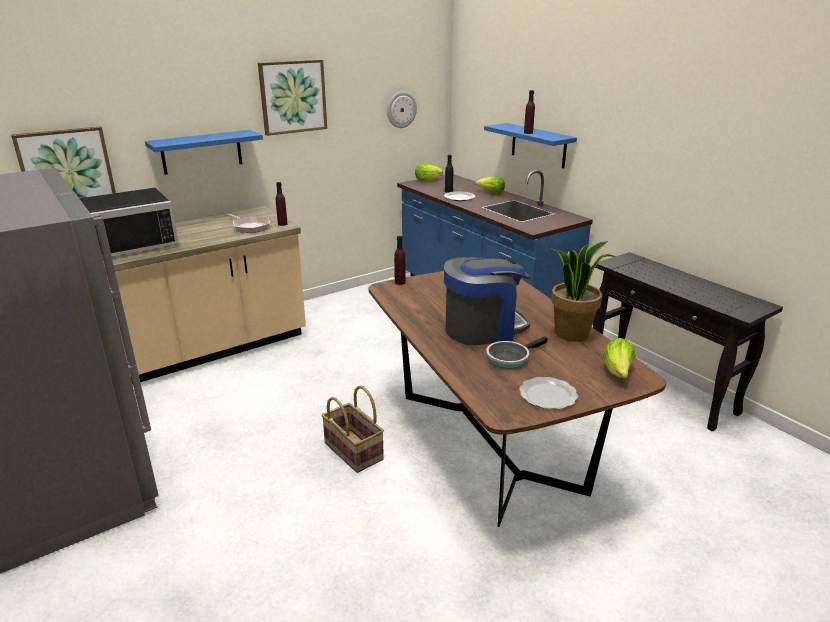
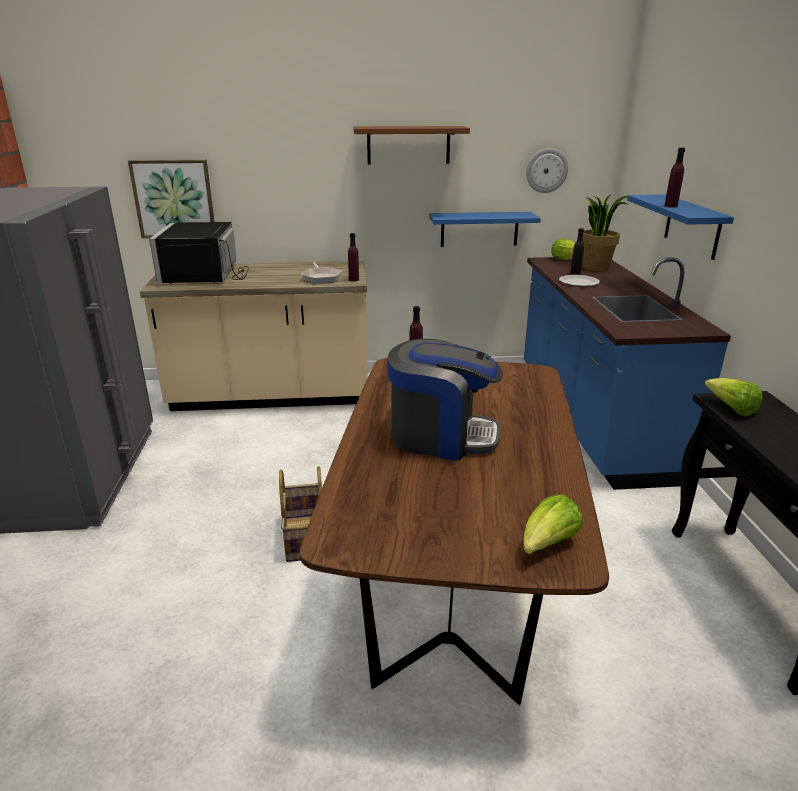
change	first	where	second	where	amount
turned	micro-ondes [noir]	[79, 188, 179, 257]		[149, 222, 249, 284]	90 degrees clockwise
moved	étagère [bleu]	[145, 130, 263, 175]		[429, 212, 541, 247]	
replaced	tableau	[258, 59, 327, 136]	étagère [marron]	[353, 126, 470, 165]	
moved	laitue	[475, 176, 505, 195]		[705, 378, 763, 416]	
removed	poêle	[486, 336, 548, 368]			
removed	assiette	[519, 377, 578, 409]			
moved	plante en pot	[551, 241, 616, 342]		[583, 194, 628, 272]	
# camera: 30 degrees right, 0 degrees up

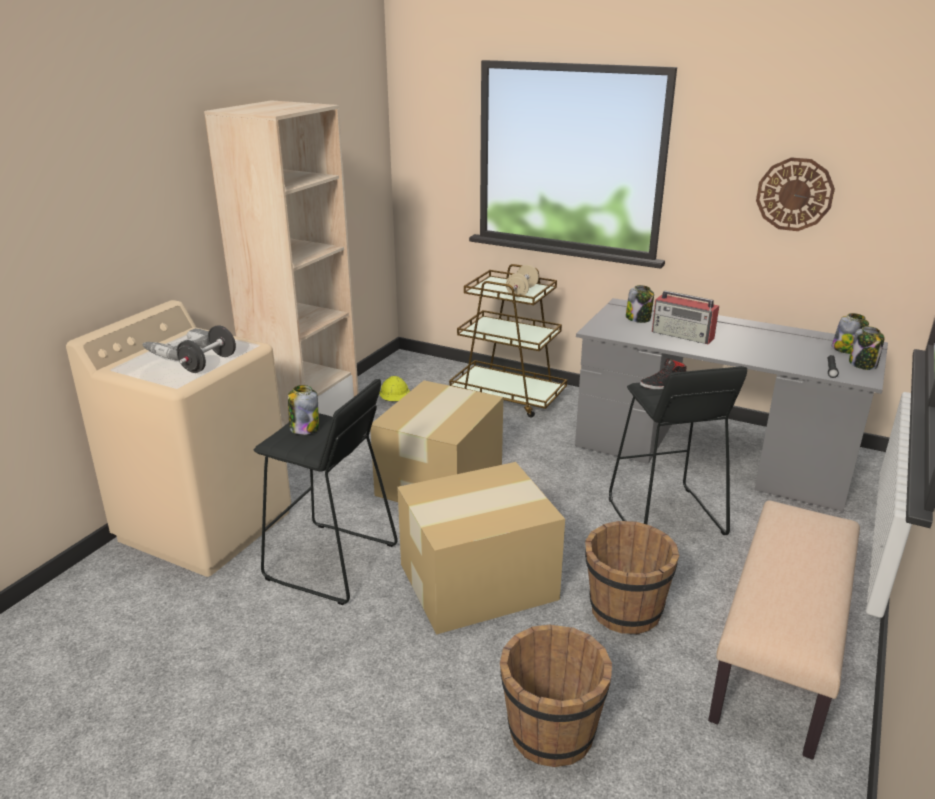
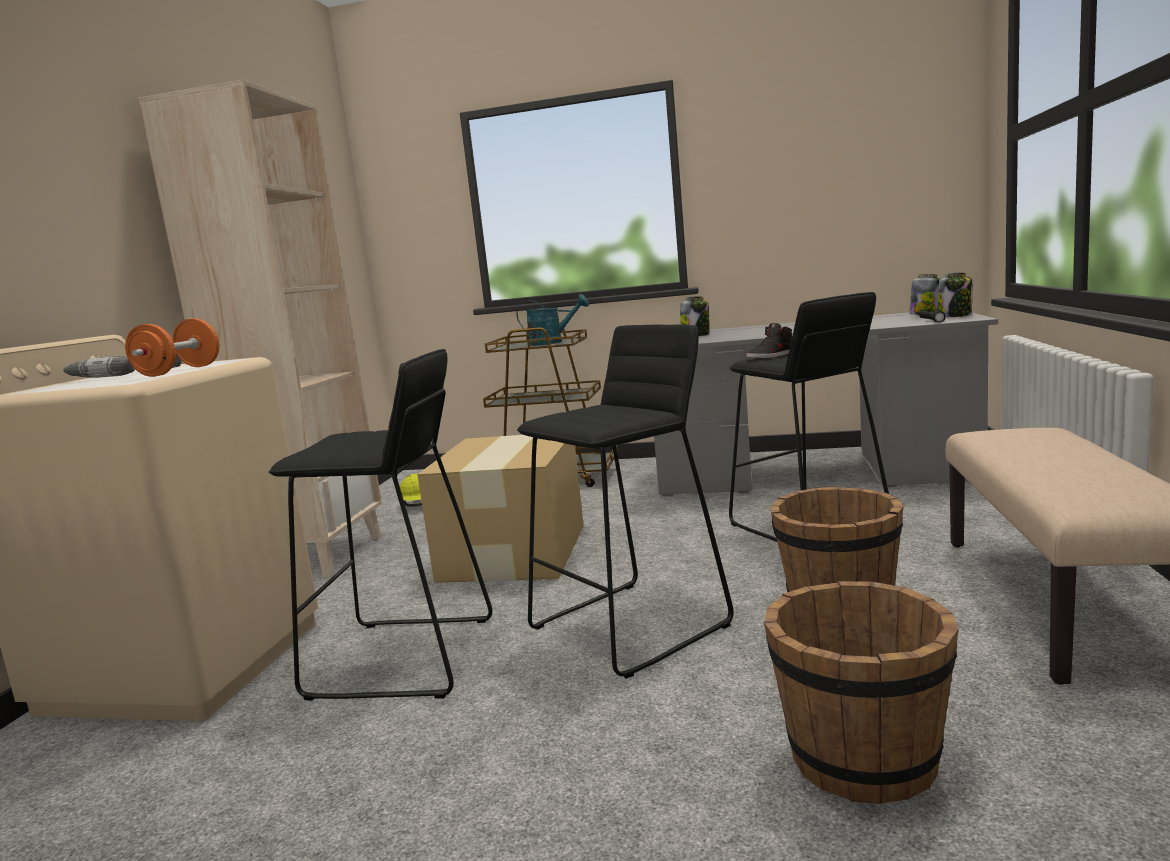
change	first	where	second	where	amount
recoloured	haltère [noir]	[177, 325, 236, 373]	haltère [orange]	[125, 319, 219, 377]	
removed	bocal	[288, 385, 319, 435]			
replaced	carton	[397, 462, 565, 635]	tabouret [noir]	[517, 325, 733, 679]	
replaced	haltère [beige]	[506, 265, 539, 297]	arrosoir [turquoise]	[516, 294, 589, 346]	
removed	radio	[652, 291, 719, 344]			
removed	horloge murale	[756, 157, 835, 231]			
# camera: 15 degrees left, 15 degrees down

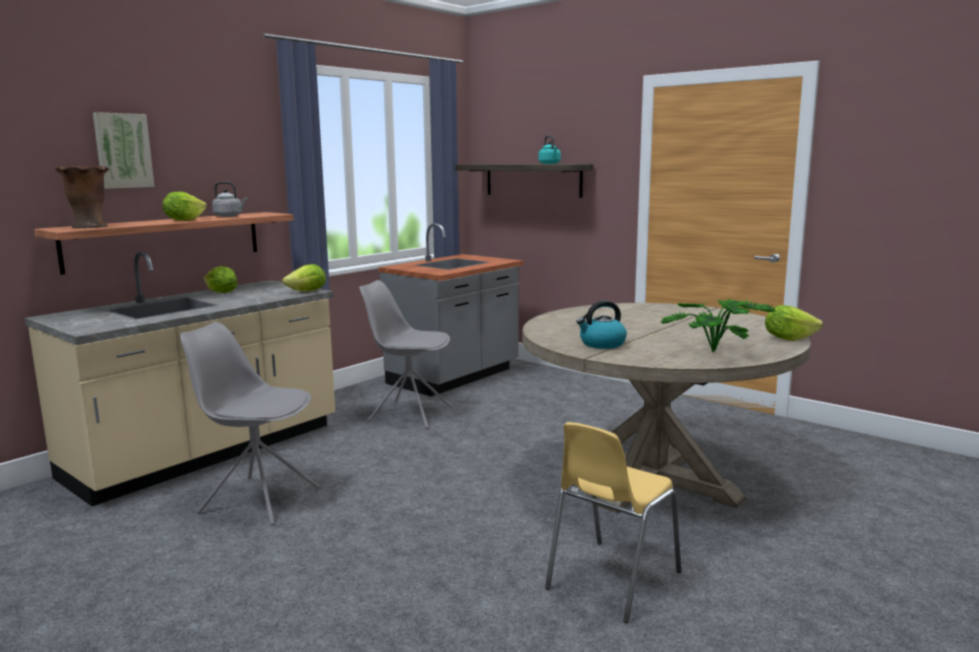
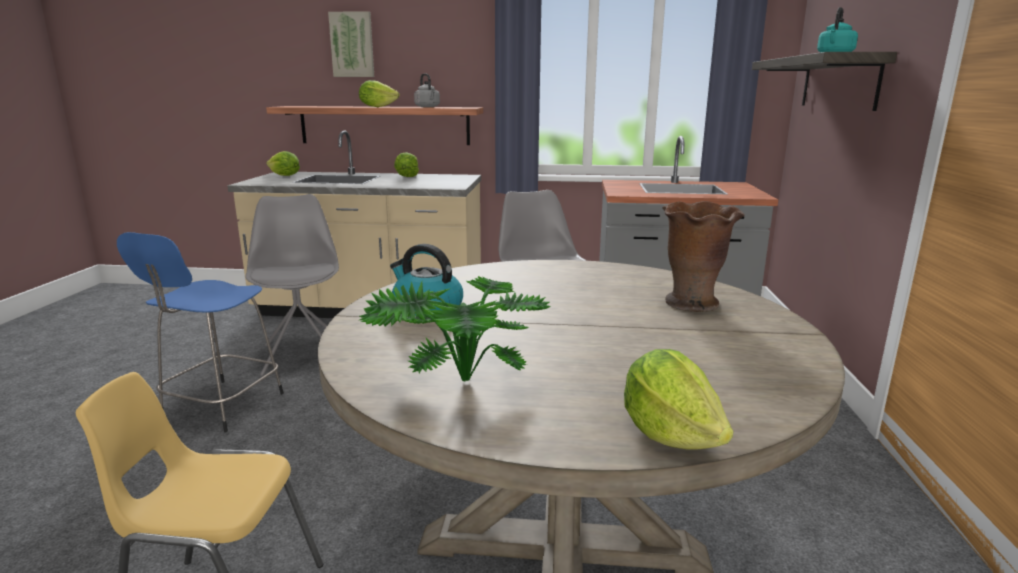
change	first	where	second	where	amount
moved	vase [marron]	[55, 166, 109, 228]		[662, 201, 745, 312]	
moved	laitue	[282, 264, 326, 292]		[266, 151, 300, 176]	
added			tabouret [bleu]	[117, 232, 284, 432]	
# camera: 55 degrees right, 5 degrees up

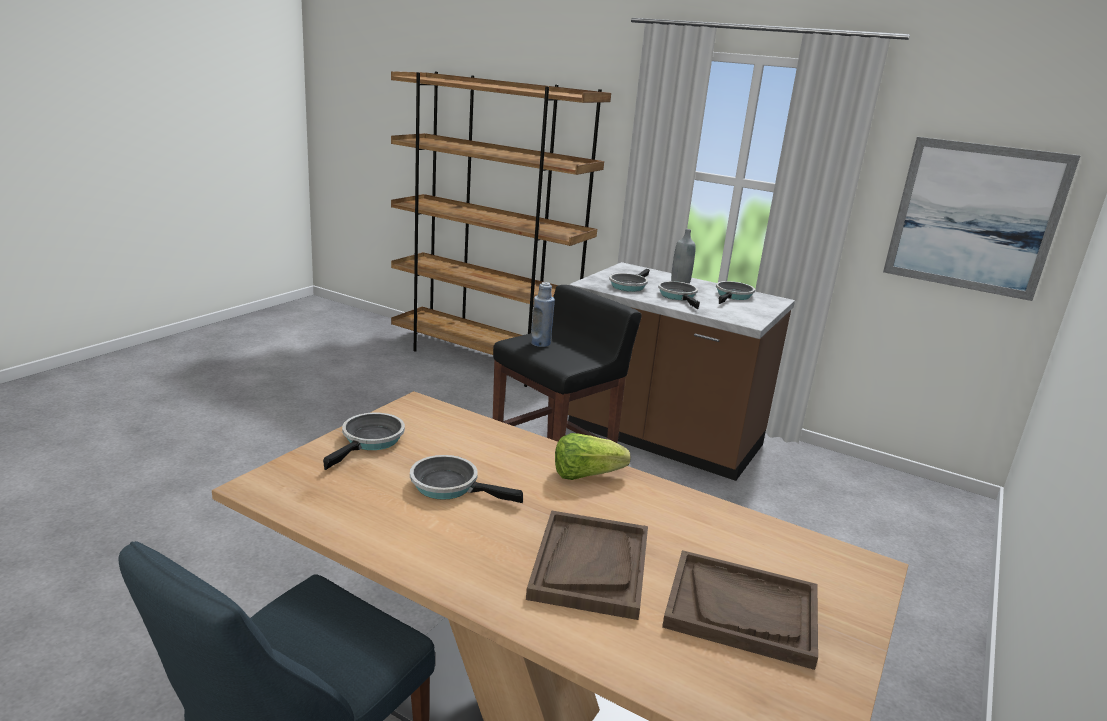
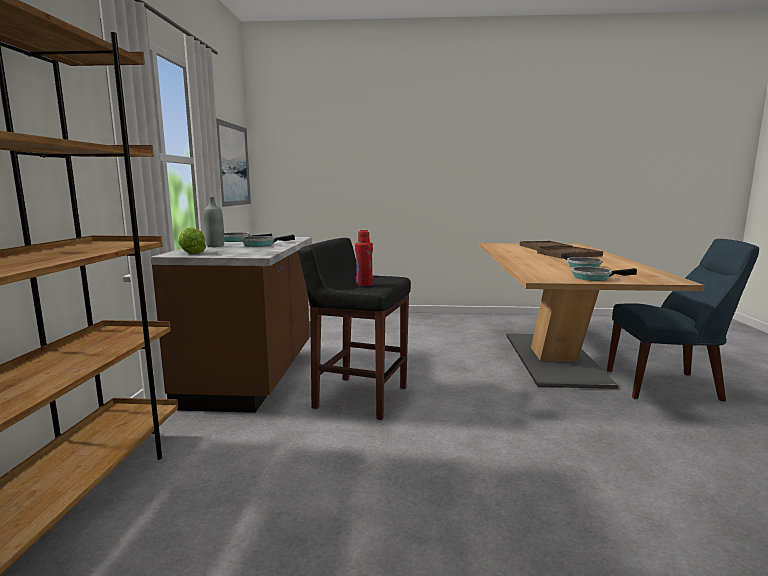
change	first	where	second	where	amount
recoloured	bouteille [bleu]	[531, 282, 555, 347]	bouteille [rouge]	[355, 230, 374, 286]	
moved	laitue	[555, 433, 630, 480]		[178, 227, 206, 254]	
removed	poêle	[609, 269, 650, 292]			
# camera: 115 degrees left, 10 degrees down

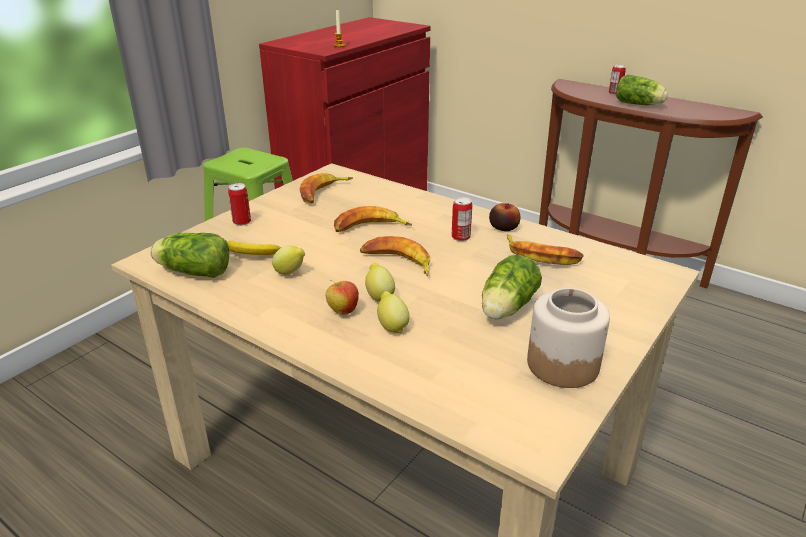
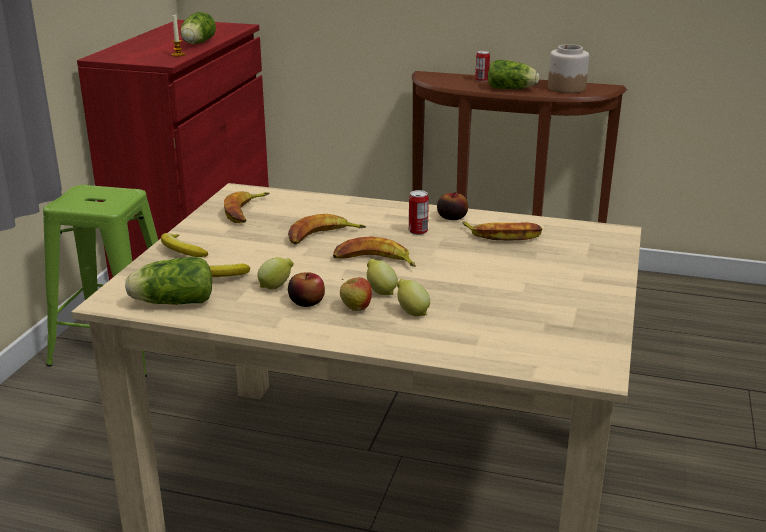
change	first	where	second	where	amount
replaced	boîte métallique	[228, 183, 251, 226]	banane	[161, 233, 208, 257]	
moved	laitue	[482, 255, 542, 319]		[180, 12, 216, 44]	
moved	bocal	[527, 288, 610, 388]		[548, 44, 589, 93]	
added			pomme	[288, 272, 325, 307]	
# camera: 20 degrees left, 5 degrees down

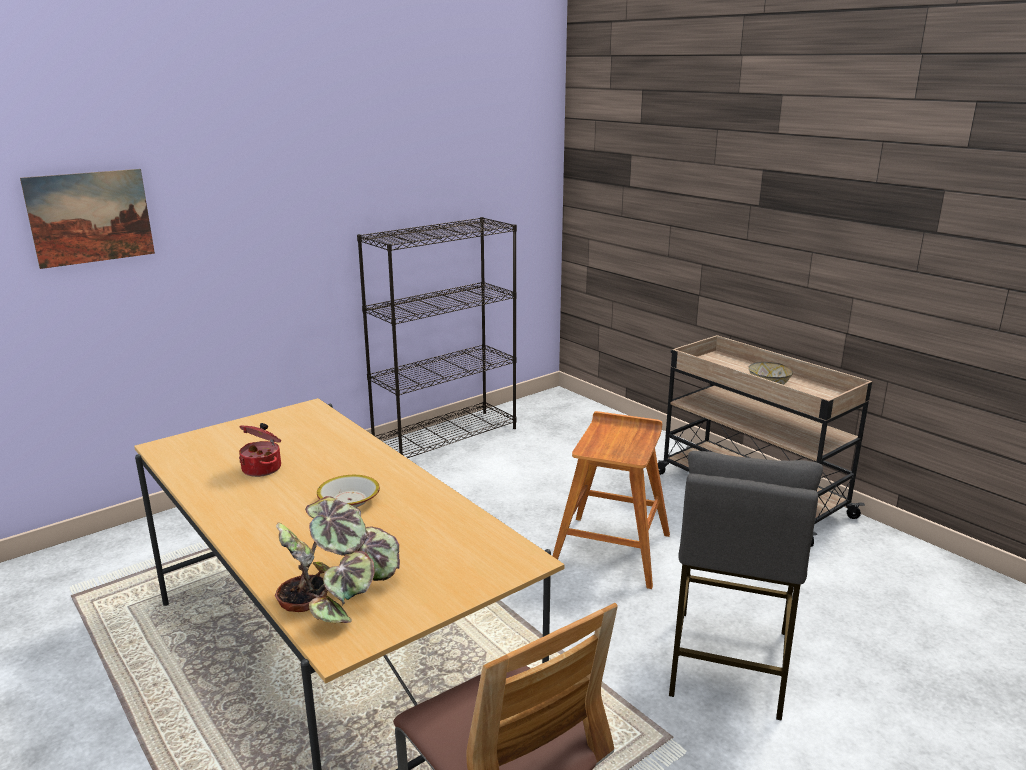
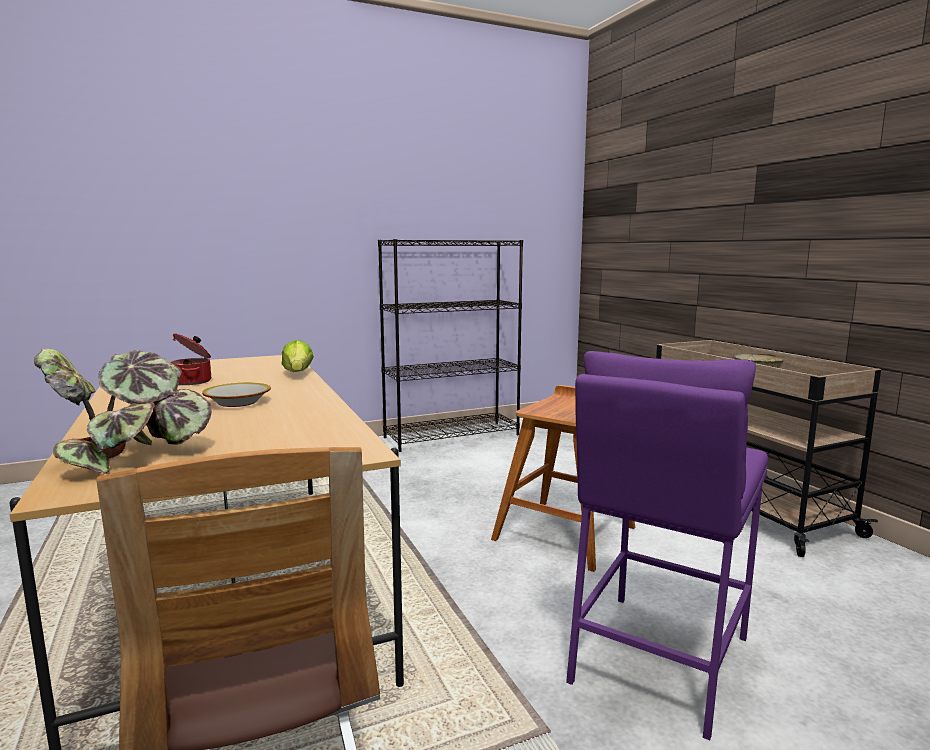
change	first	where	second	where	amount
removed	tableau	[20, 169, 155, 269]			
recoloured	tabouret [gris]	[669, 451, 823, 721]	tabouret [violet]	[566, 351, 768, 740]	
added			laitue	[282, 340, 314, 372]	
# camera: 15 degrees right, 10 degrees down

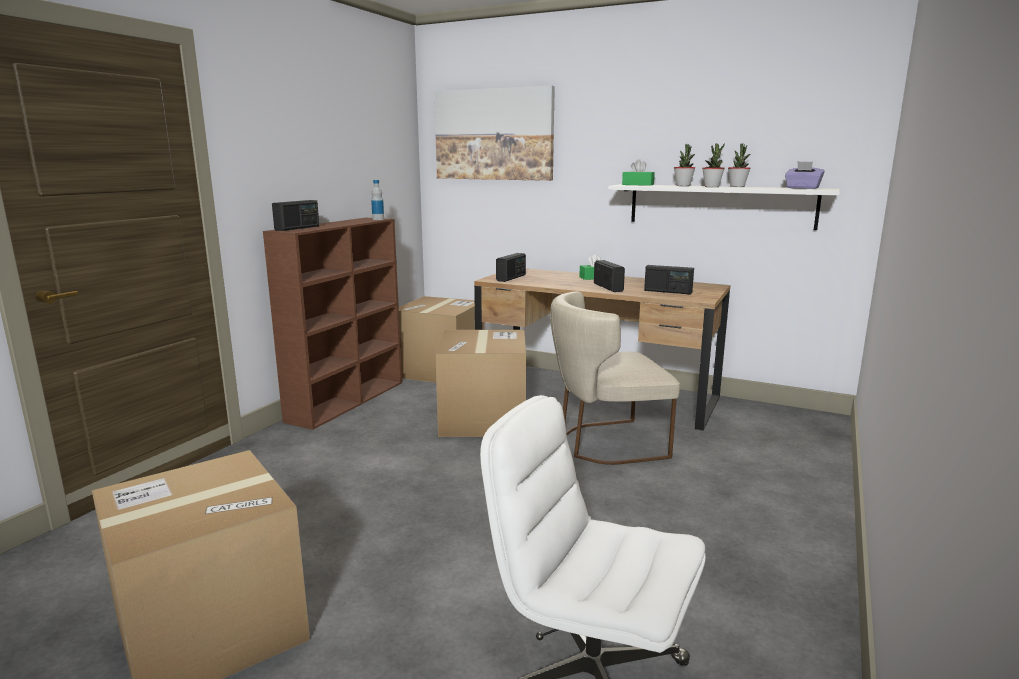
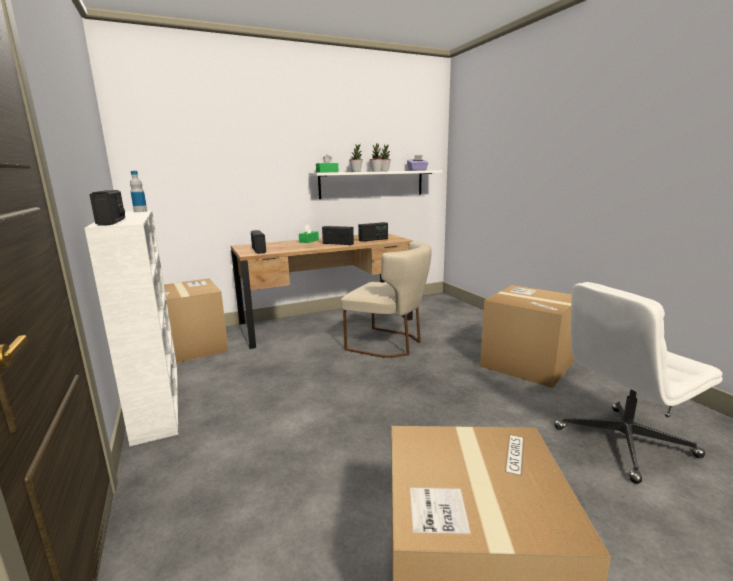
change	first	where	second	where	amount
recoloured	bibliothèque [marron]	[263, 218, 402, 430]	bibliothèque [blanc]	[85, 210, 178, 446]	
removed	tableau	[434, 85, 555, 181]			
moved	carton	[435, 330, 526, 437]		[480, 285, 574, 388]	
turned	chaise [beige]	[550, 291, 680, 465]		[341, 241, 432, 358]	90 degrees counterclockwise
# camera: 50 degrees left, 0 degrees up

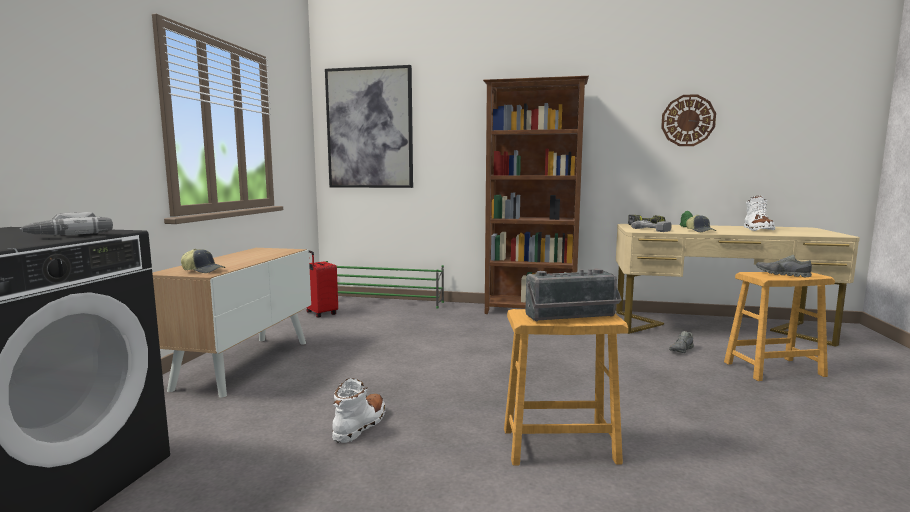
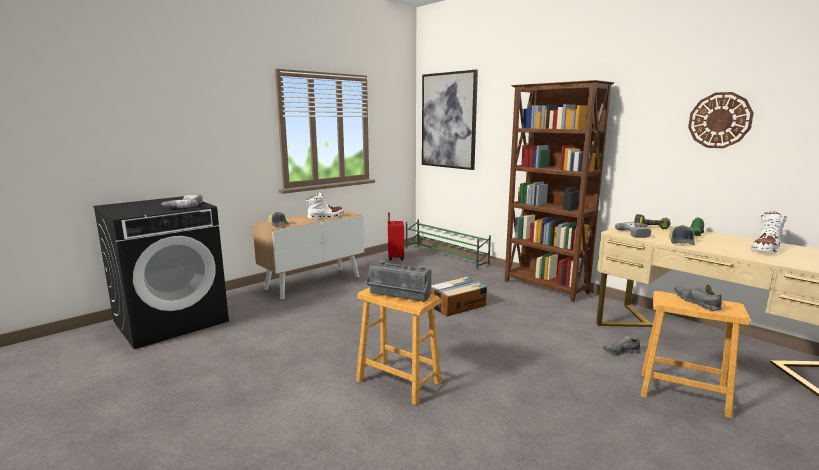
change	first	where	second	where	amount
moved	botte [blanc]	[332, 378, 385, 443]		[306, 192, 344, 219]	
added			carton	[431, 276, 487, 316]	
# camera: 35 degrees right, 5 degrees up

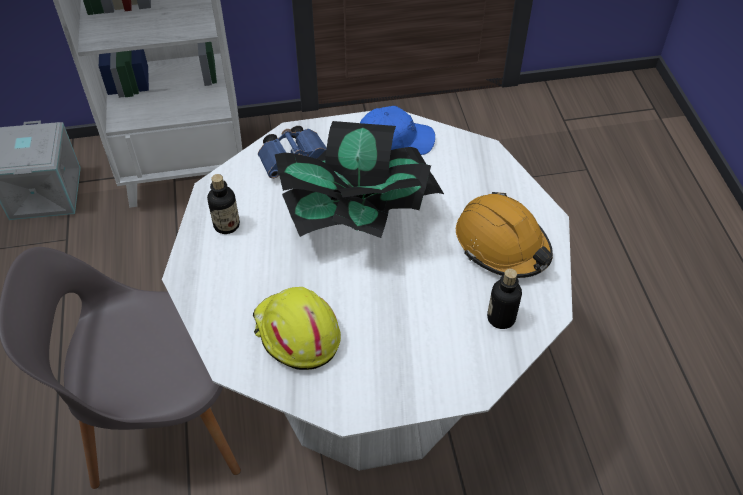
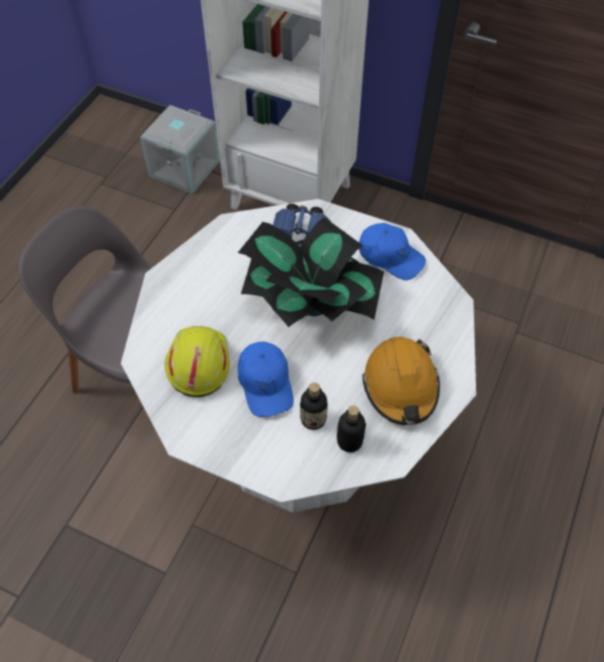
change	first	where	second	where	amount
moved	bouteille	[207, 174, 240, 234]		[300, 382, 328, 430]	
added			casquette [bleu]	[238, 342, 294, 417]	
# camera: 35 degrees right, 5 degrees up

